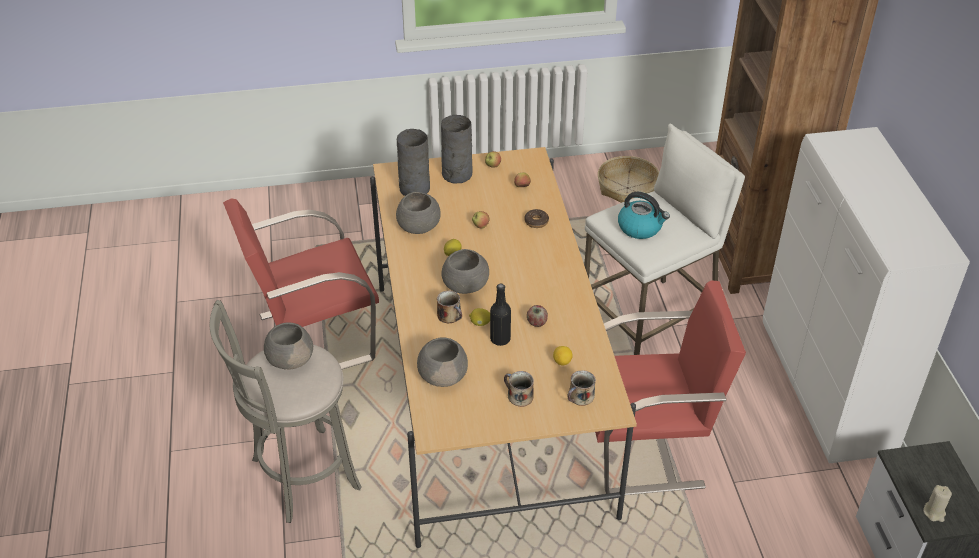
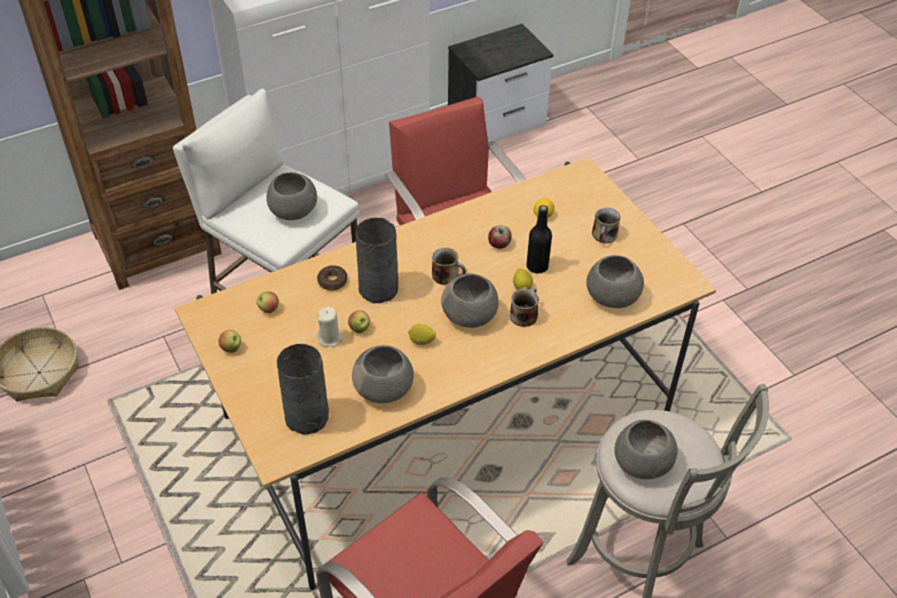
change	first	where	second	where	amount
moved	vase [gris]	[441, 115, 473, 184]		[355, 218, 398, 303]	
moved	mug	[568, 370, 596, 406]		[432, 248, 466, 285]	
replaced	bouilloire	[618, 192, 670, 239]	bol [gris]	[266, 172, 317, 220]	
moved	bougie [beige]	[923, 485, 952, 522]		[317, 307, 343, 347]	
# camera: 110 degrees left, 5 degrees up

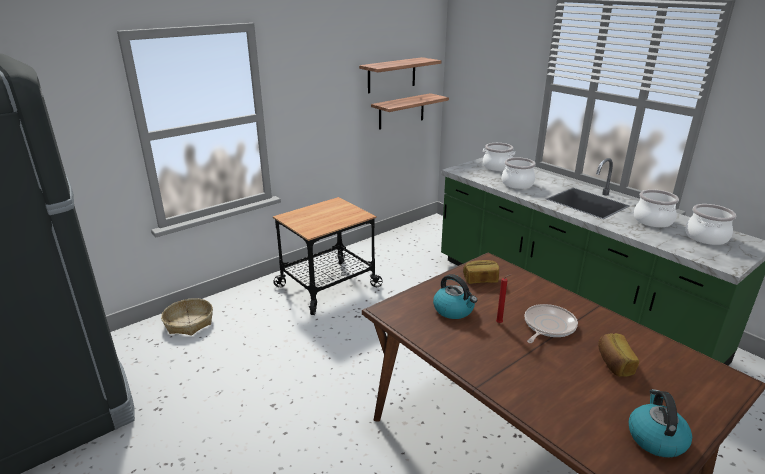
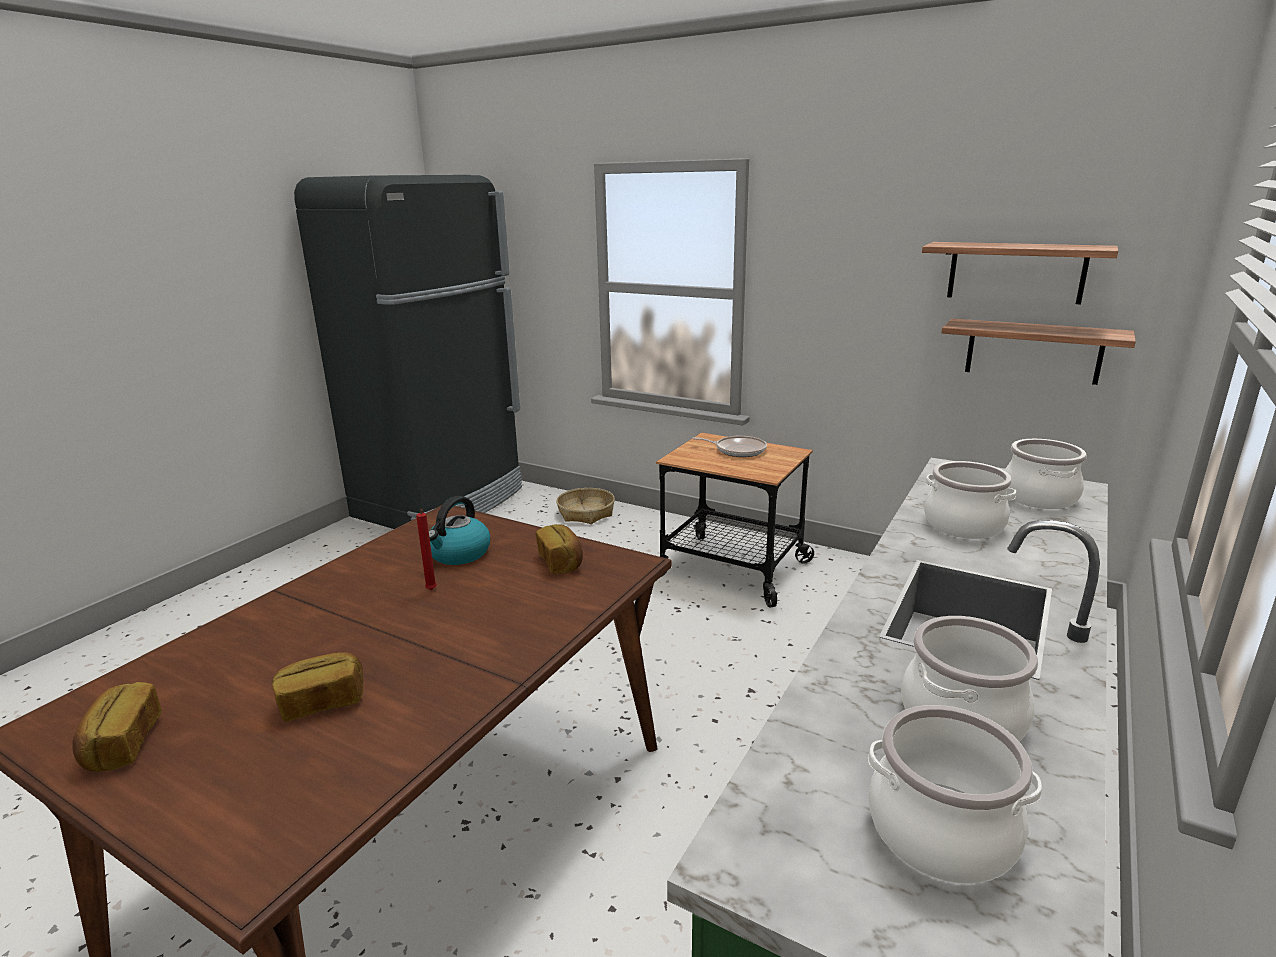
change	first	where	second	where	amount
moved	poêle	[524, 304, 578, 343]		[692, 436, 767, 457]	
replaced	bouilloire	[628, 389, 692, 458]	pain	[72, 682, 161, 772]	
# camera: 70 degrees right, 5 degrees down

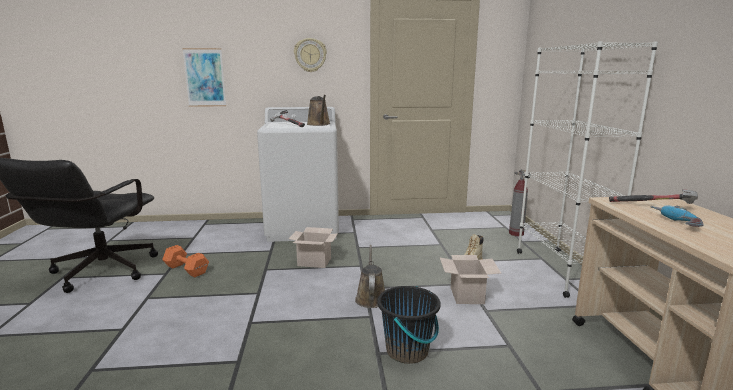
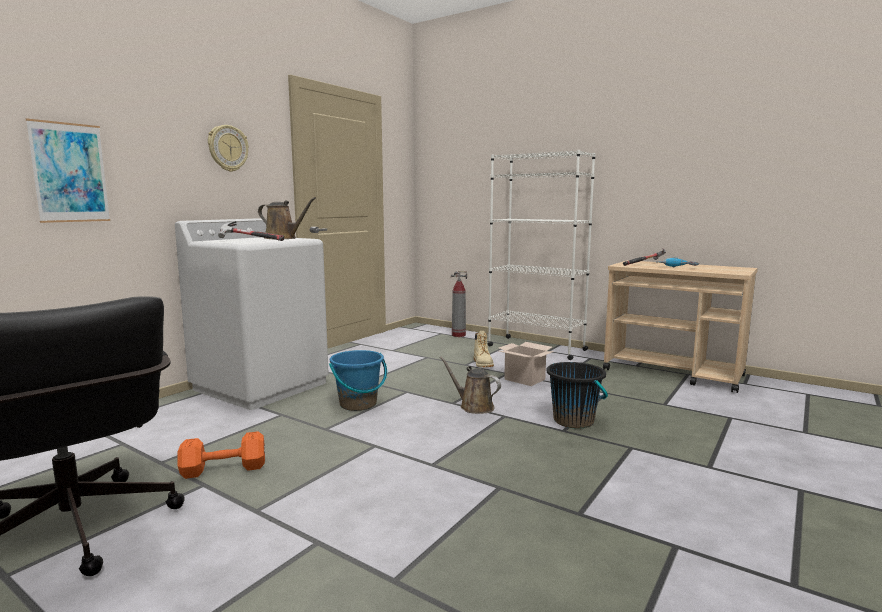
change	first	where	second	where	amount
replaced	carton	[289, 227, 338, 268]	seau [bleu]	[329, 350, 387, 411]	
# camera: 50 degrees left, 5 degrees down

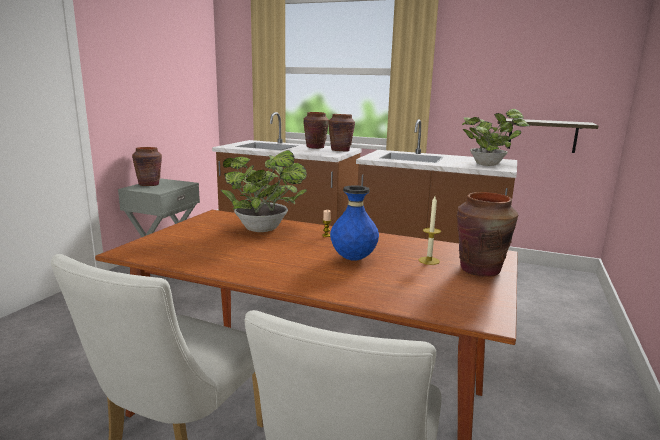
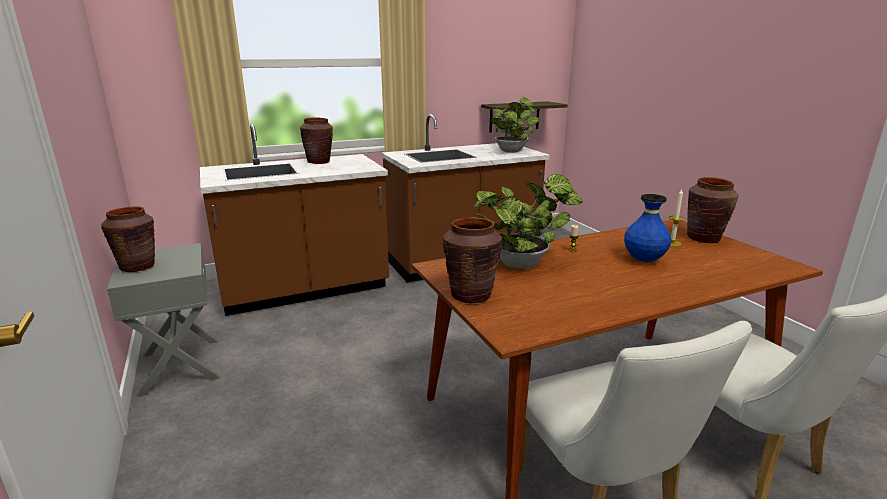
change	first	where	second	where	amount
moved	vase [marron]	[328, 114, 355, 151]		[443, 217, 502, 303]	
# camera: 45 degrees left, 5 degrees up

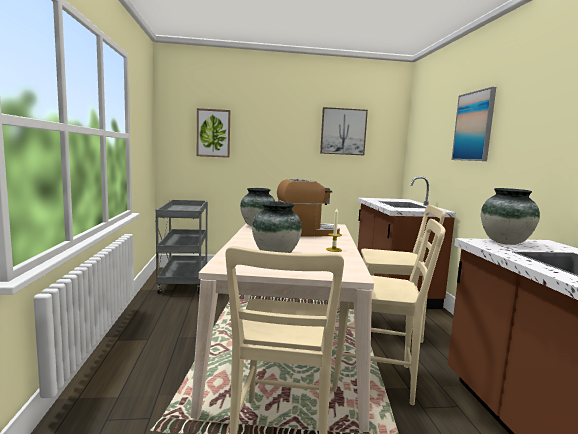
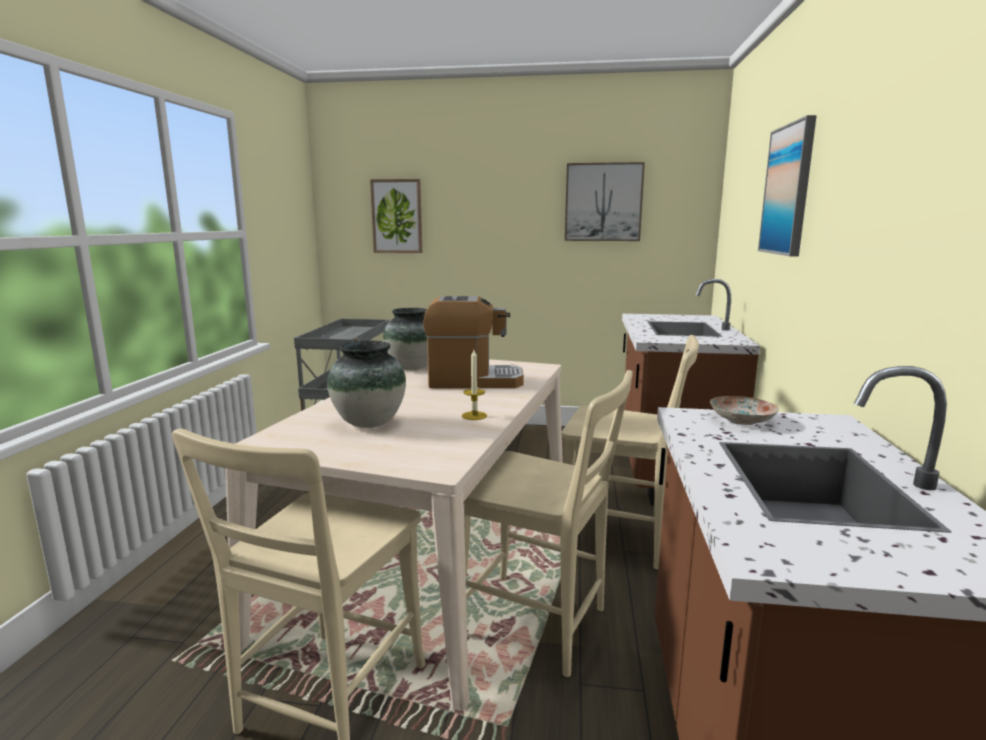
change	first	where	second	where	amount
replaced	vase	[481, 188, 540, 245]	assiette	[710, 396, 779, 425]	
# camera: 15 degrees right, 5 degrees up

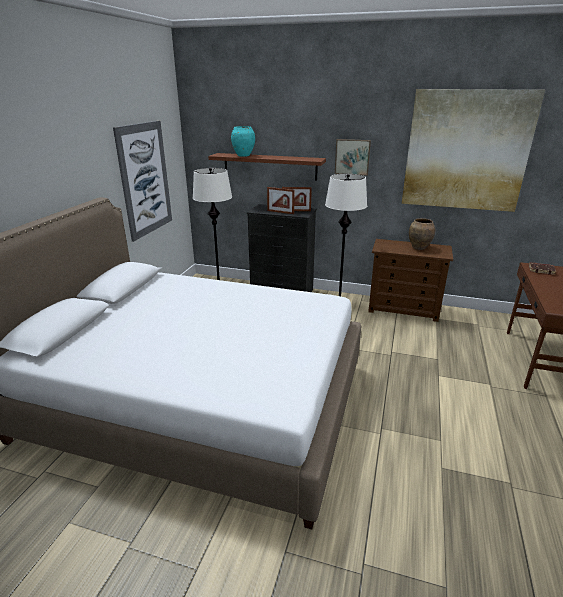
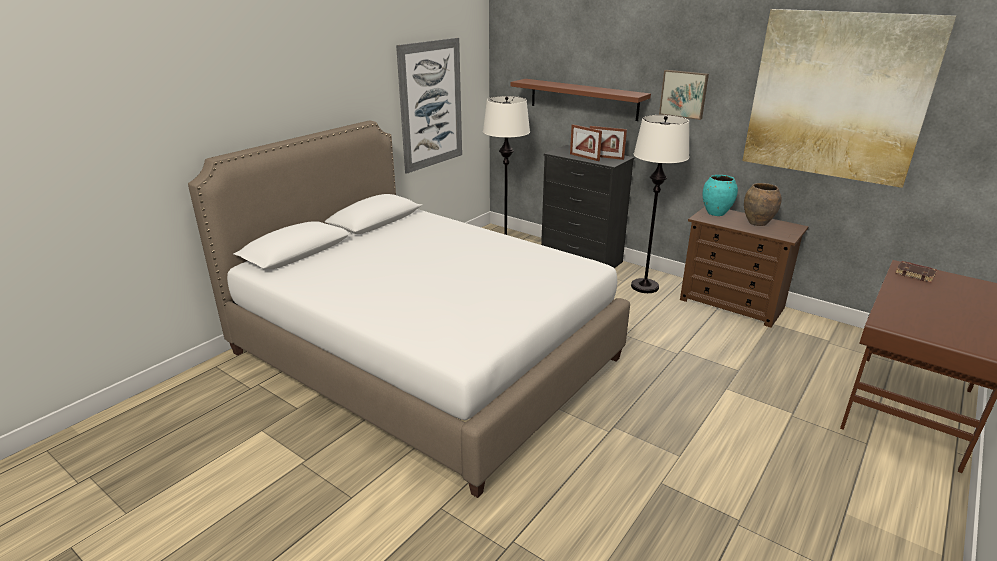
change	first	where	second	where	amount
moved	vase [turquoise]	[231, 126, 255, 157]		[703, 175, 738, 216]	
# camera: 20 degrees right, 0 degrees up

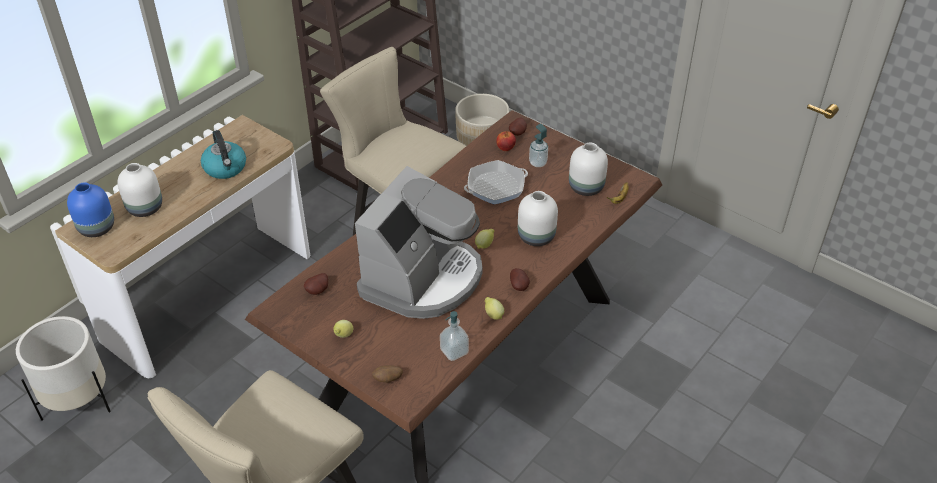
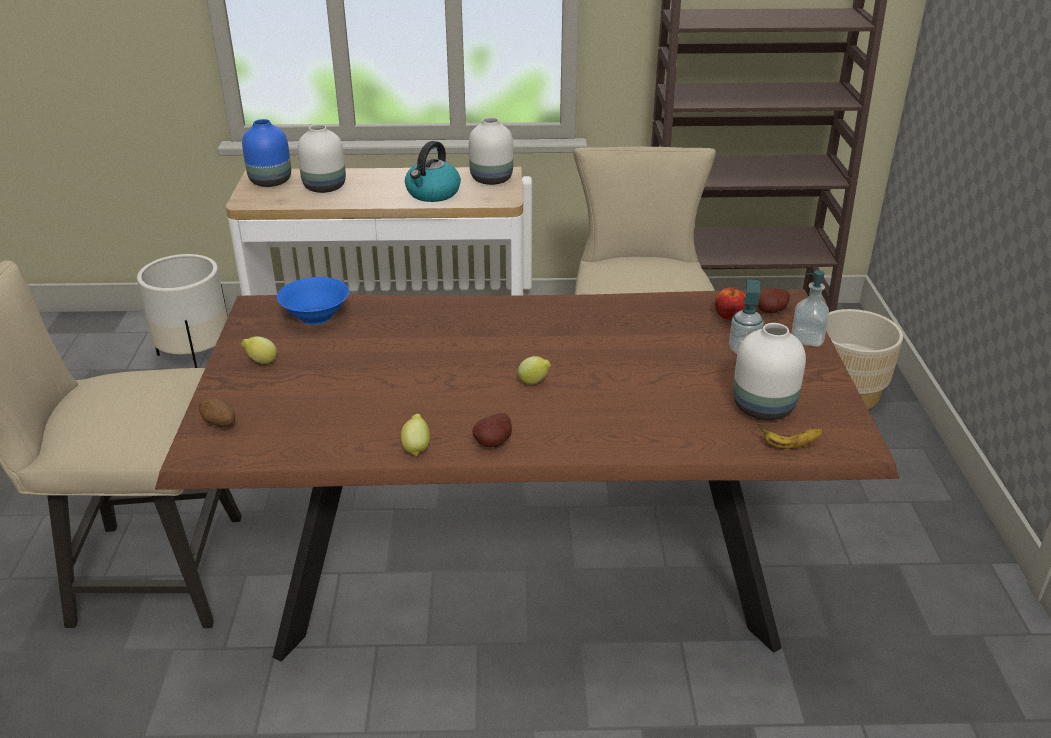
change	first	where	second	where	amount
replaced	pomme de terre	[304, 273, 328, 295]	bol [bleu]	[277, 277, 349, 325]	
removed	machine à café	[355, 166, 483, 319]			
moved	distributeur de savon	[440, 311, 469, 361]		[791, 270, 829, 347]	
removed	poêle	[464, 160, 528, 204]			
moved	vase [blanc]	[518, 191, 558, 246]		[469, 117, 513, 185]	
# camera: 50 degrees right, 10 degrees down

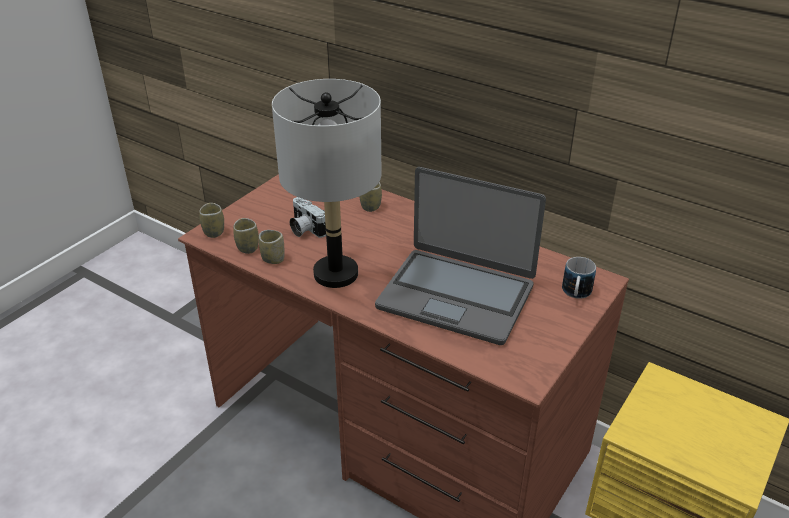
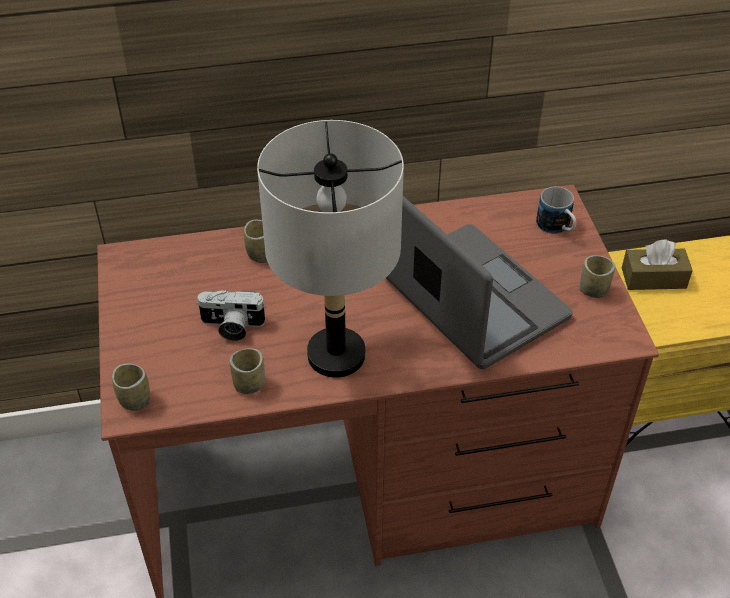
change	first	where	second	where	amount
moved	tasse	[233, 218, 259, 254]		[580, 255, 615, 298]	
turned	ordinateur portable	[375, 167, 546, 345]		[386, 196, 573, 369]	105 degrees counterclockwise
added			boîte à mouchoirs [marron]	[622, 239, 693, 290]	
# camera: 45 degrees left, 10 degrees up

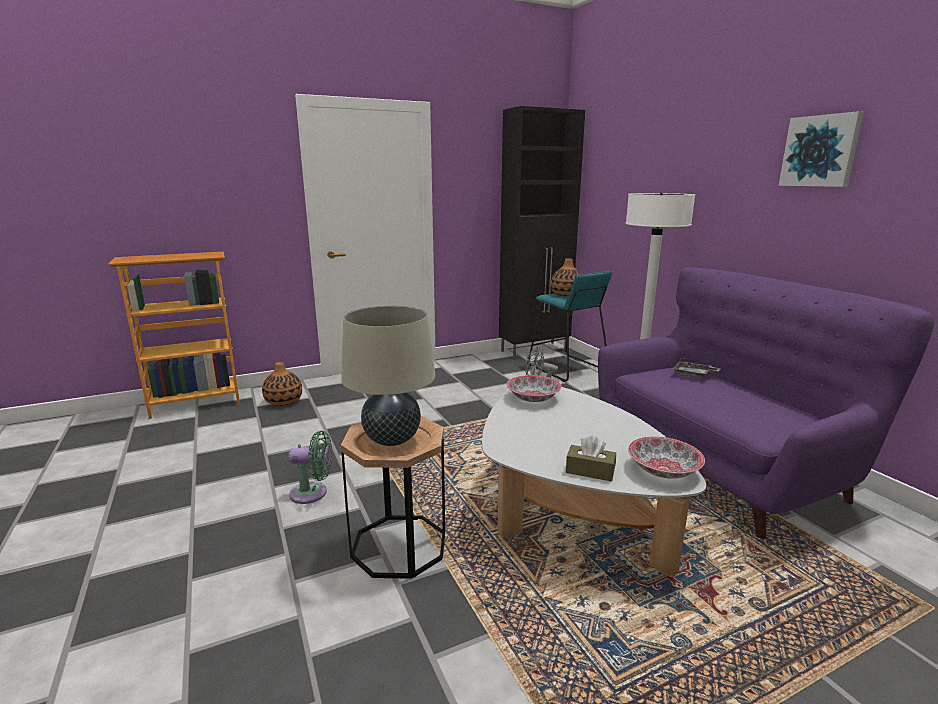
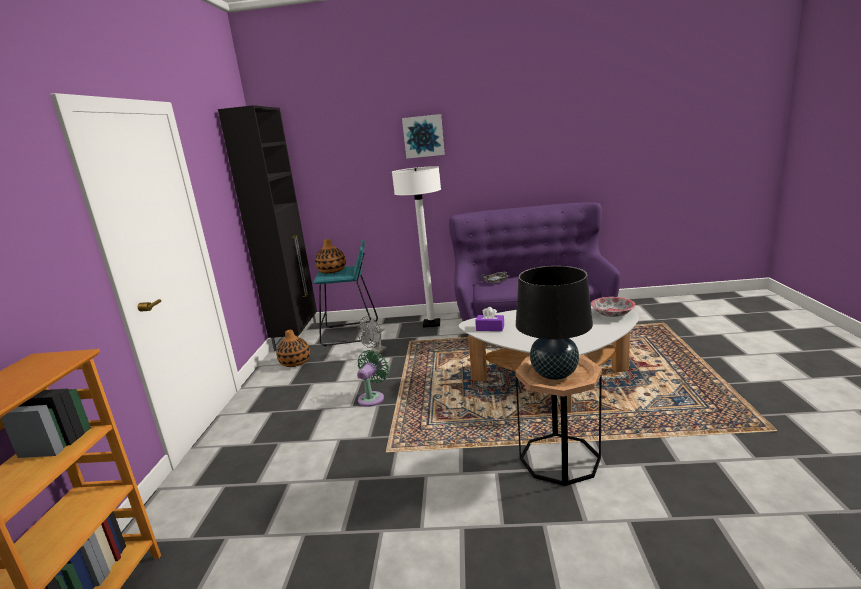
change	first	where	second	where	amount
moved	vase	[262, 362, 302, 406]		[277, 330, 310, 367]	
moved	ventilateur [vert]	[288, 431, 332, 504]		[357, 350, 389, 407]	
recoloured	lampe de table [beige]	[341, 305, 436, 446]	lampe de table [noir]	[516, 266, 593, 380]	
replaced	bol	[507, 375, 561, 402]	boîte à mouchoirs [violet]	[475, 307, 504, 331]	
removed	boîte à mouchoirs [marron]	[566, 436, 616, 482]			
moved	tableau	[779, 111, 864, 187]		[402, 114, 445, 159]	
# camera: 60 degrees left, 0 degrees up

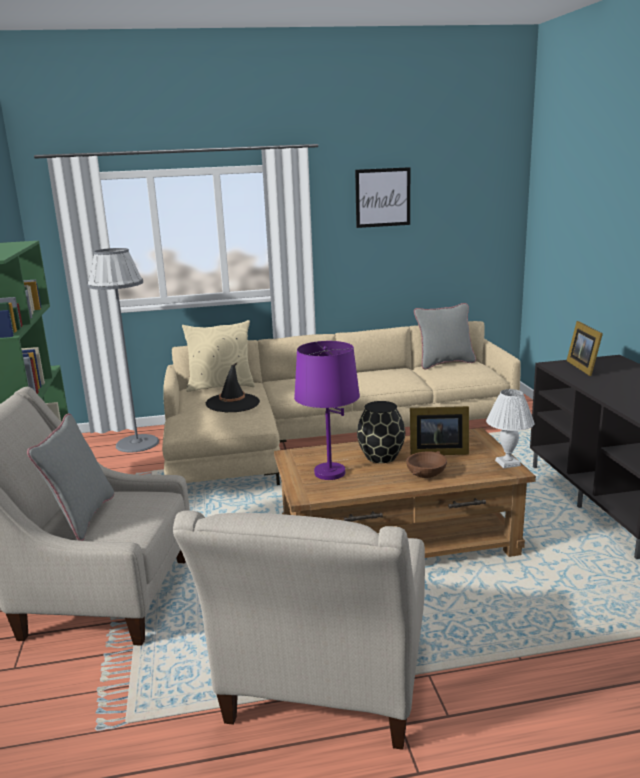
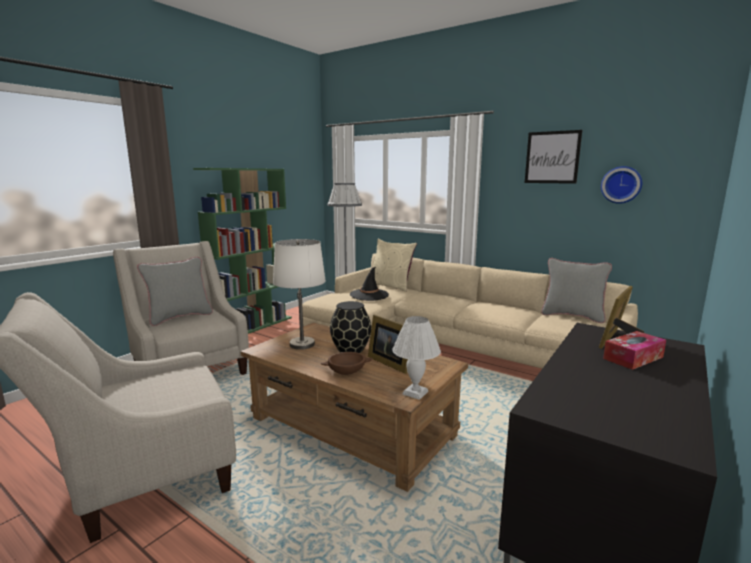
change	first	where	second	where	amount
recoloured	lampe de table [violet]	[294, 341, 360, 480]	lampe de table [blanc]	[273, 239, 326, 350]	
added			horloge murale	[601, 166, 642, 204]	
added			boîte à mouchoirs	[603, 331, 666, 370]	
# camera: 45 degrees right, 5 degrees down

